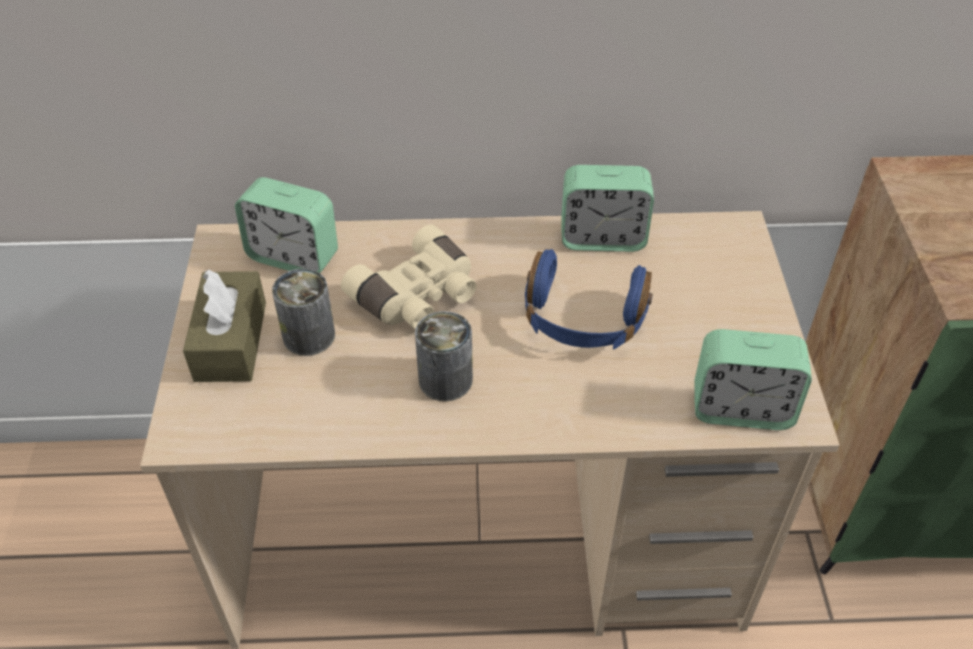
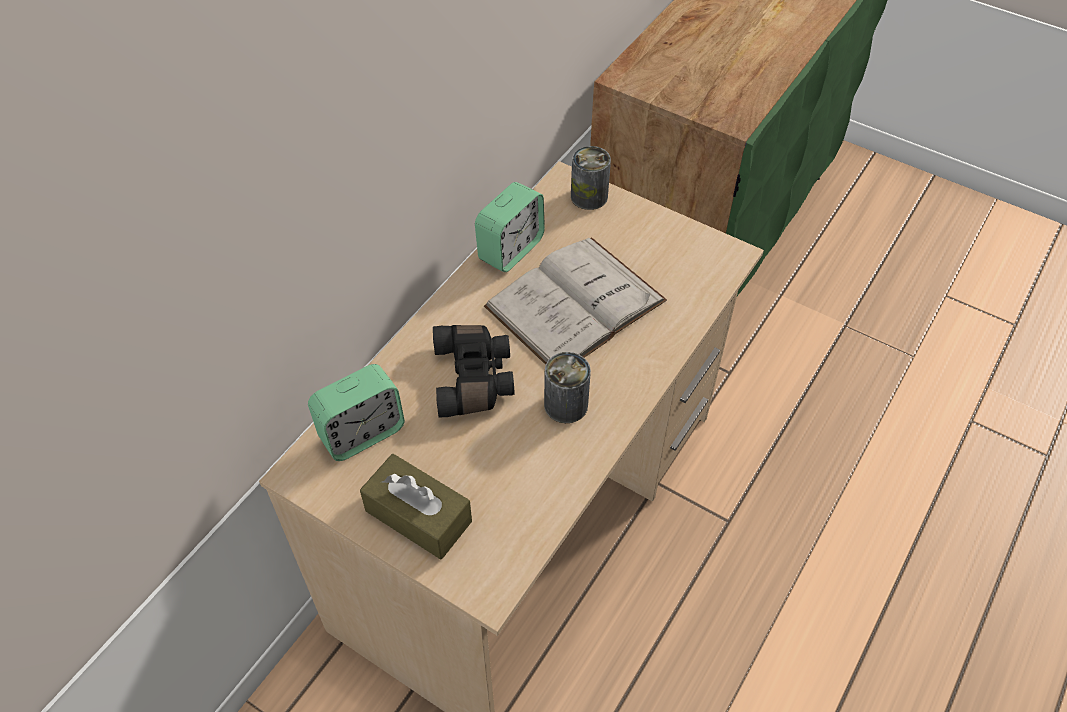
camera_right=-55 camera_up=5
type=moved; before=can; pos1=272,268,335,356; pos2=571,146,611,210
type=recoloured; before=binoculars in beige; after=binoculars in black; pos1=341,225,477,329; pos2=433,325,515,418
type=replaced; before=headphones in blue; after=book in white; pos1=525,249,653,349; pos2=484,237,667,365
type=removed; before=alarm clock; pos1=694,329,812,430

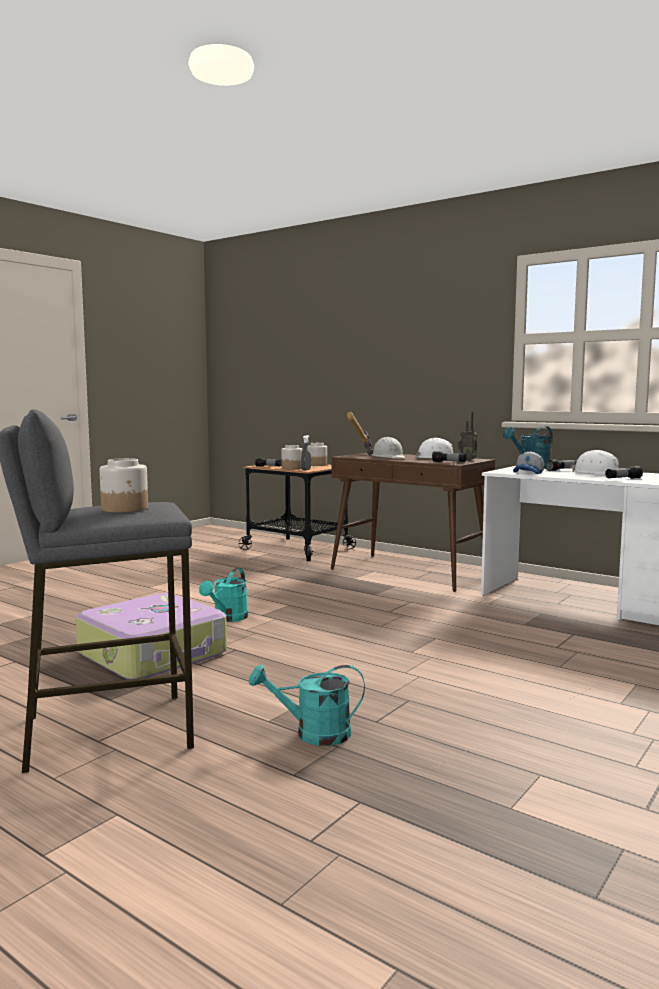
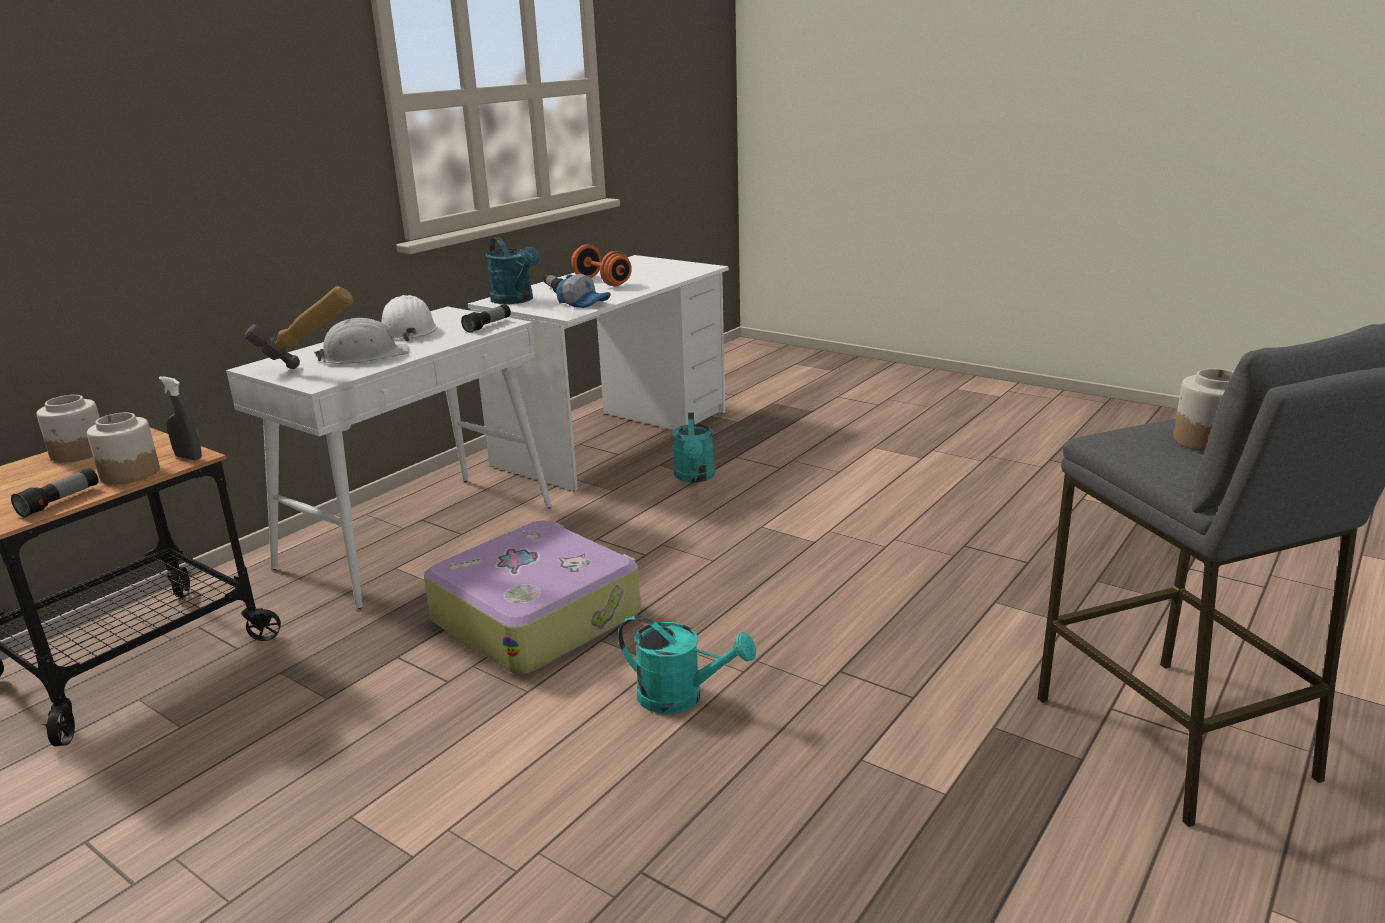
camera_right=-90 camera_up=15
type=moved; before=suitcase; pos1=75,593,227,680; pos2=424,521,641,675
type=moved; before=watering can in turquoise; pos1=249,665,365,746; pos2=673,413,715,482
type=recoloured; before=console table in brown; after=console table in white; pos1=331,453,495,592; pos2=226,306,552,609
type=removed; before=radio; pos1=458,412,477,461
type=replaced; before=hard hat in white; after=dumbbell in orange; pos1=570,450,619,474; pos2=571,244,632,286
type=removed; before=flashlight; pos1=605,466,643,479

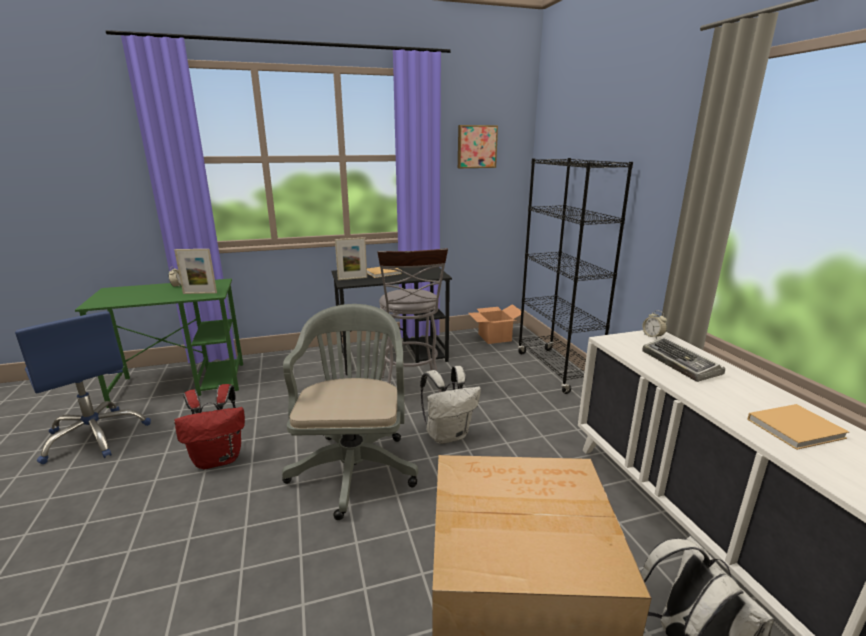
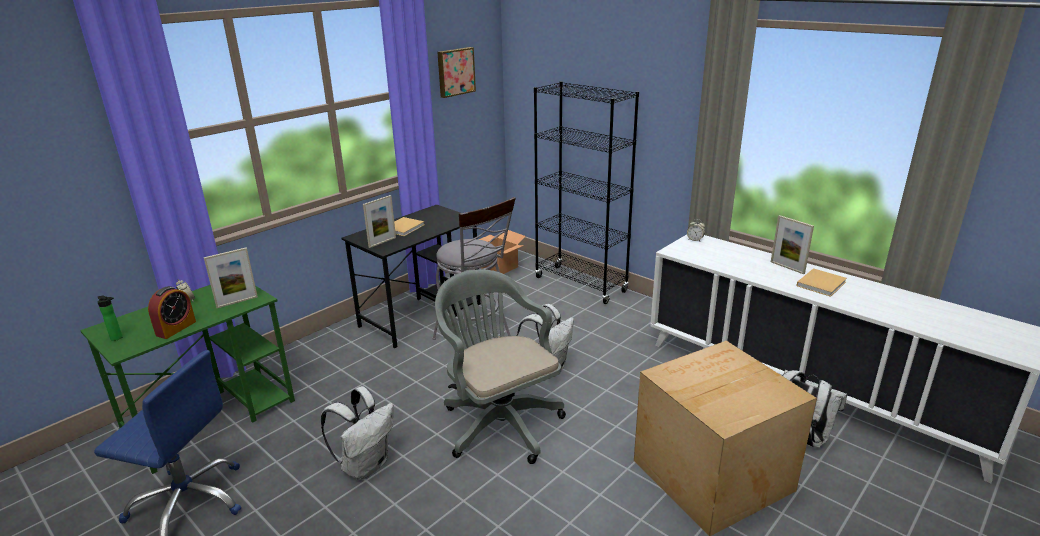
camera_right=-30 camera_up=5
type=recoloured; before=backpack in red; after=backpack in white; pos1=174,384,245,469; pos2=321,386,394,480
type=removed; before=keyboard; pos1=642,337,725,382
type=added; after=bottle; pos2=98,296,123,341
type=added; after=alarm clock; pos2=148,286,196,339
type=added; after=picture frame; pos2=771,215,814,274

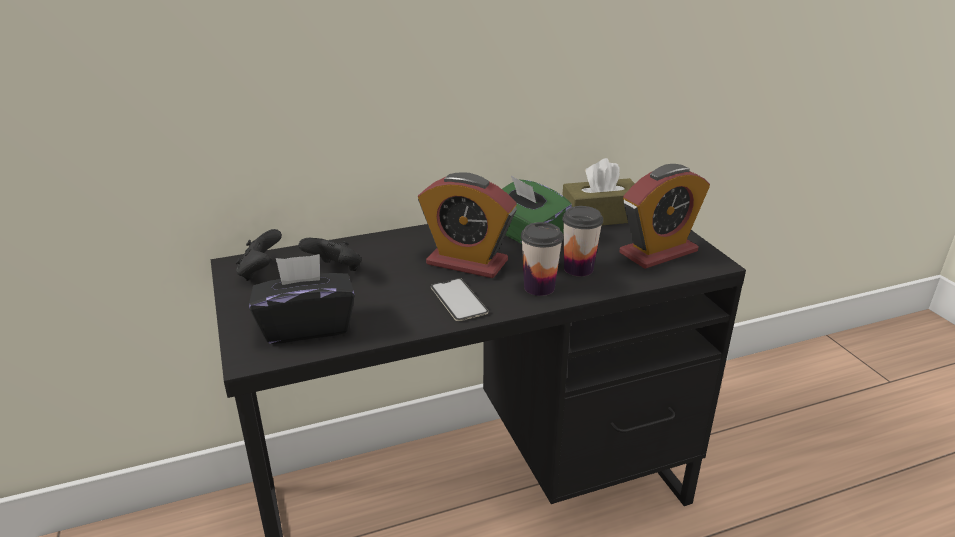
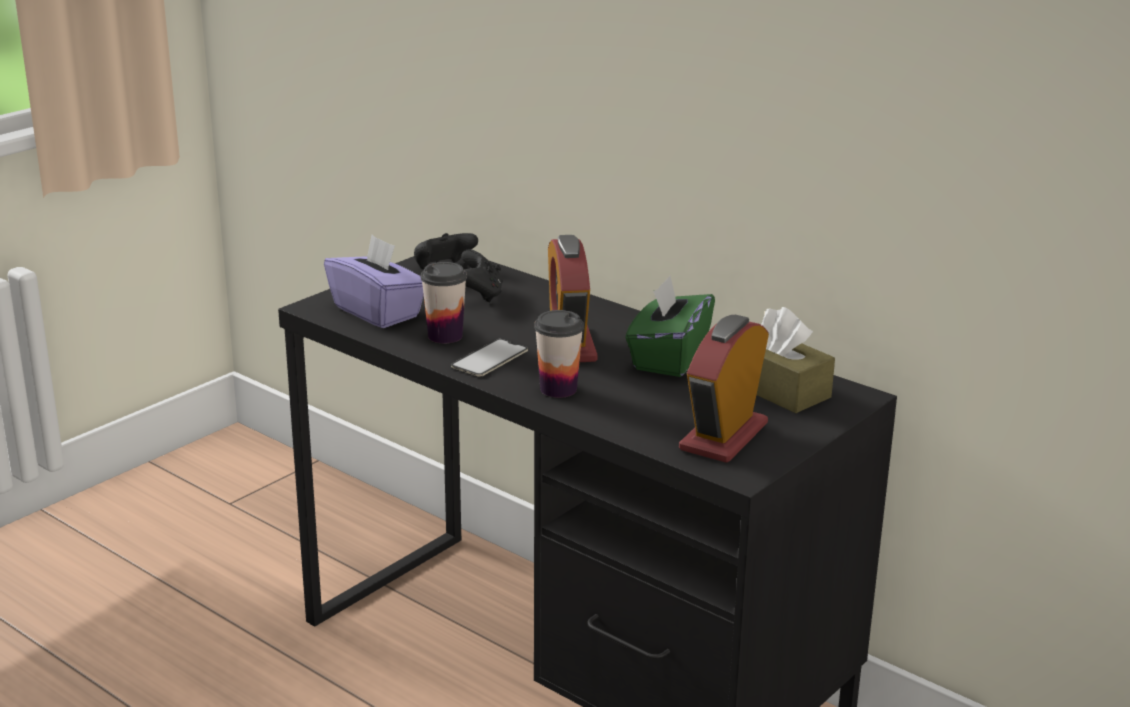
camera_right=60 camera_up=-5
type=recoloured; before=tissue box in black; after=tissue box in purple; pos1=249,254,355,344; pos2=324,235,424,328
type=moved; before=cup; pos1=562,206,603,276; pos2=421,262,467,343
type=turned; before=alarm clock; pos1=619,164,710,269; pos2=679,315,769,463; turn=90

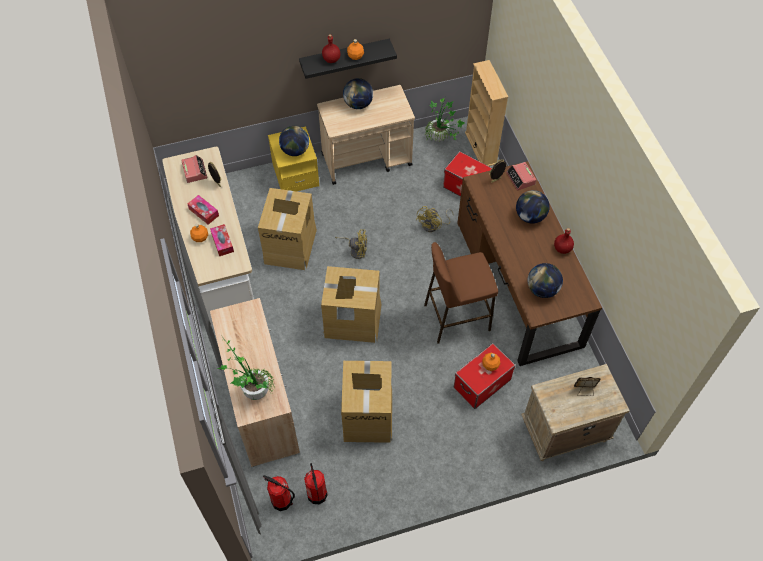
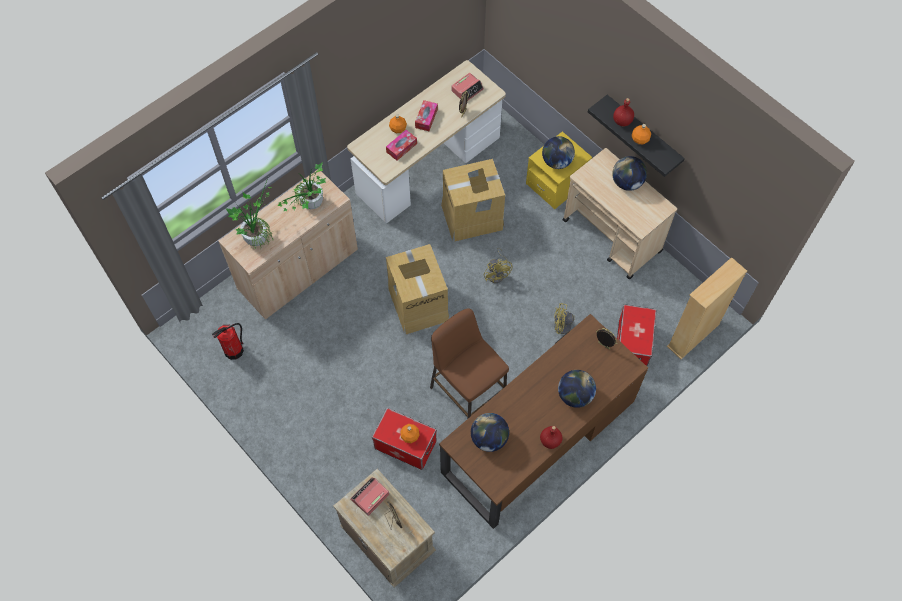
camera_right=65 camera_up=5
type=removed; before=fire extinguisher; pos1=263,475,295,511
type=removed; before=cardboard box; pos1=341,361,392,443
type=moved; before=potted plant; pos1=425,98,465,142; pos2=277,162,326,212
type=moved; before=alarm clock; pos1=506,162,536,191; pos2=351,477,389,516

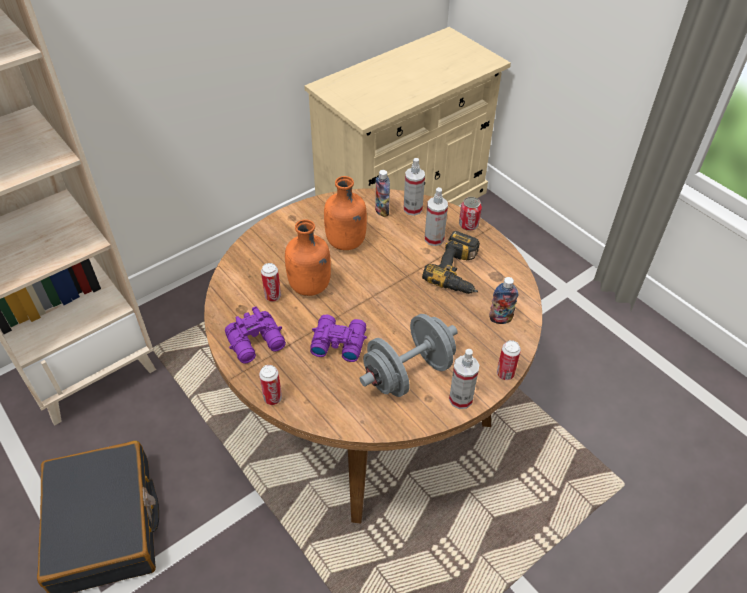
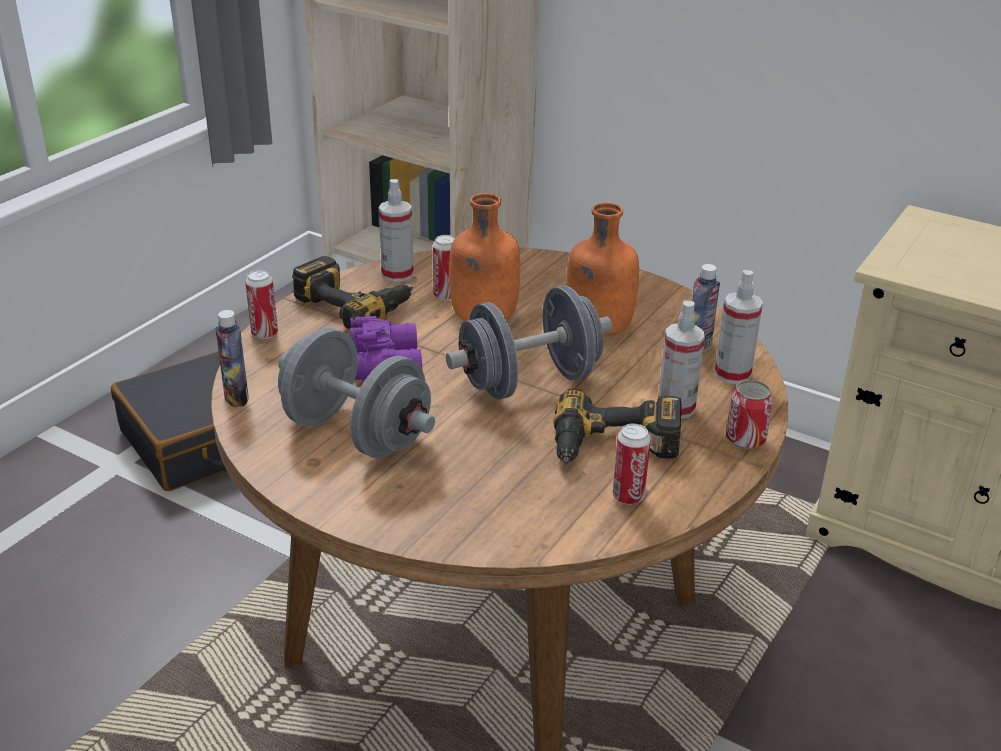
camera_right=70 camera_up=-15
type=replaced; before=binoculars in purple; after=power drill; pos1=225,306,286,363; pos2=292,256,413,330
type=moved; before=spray bottle; pos1=449,349,479,409; pos2=379,179,414,282
type=moved; before=bottle; pos1=489,277,518,324; pos2=215,310,249,408
type=moved; before=can; pos1=497,340,521,380; pos2=613,424,651,505
type=added; after=dumbbell in grey; pos2=446,286,612,399

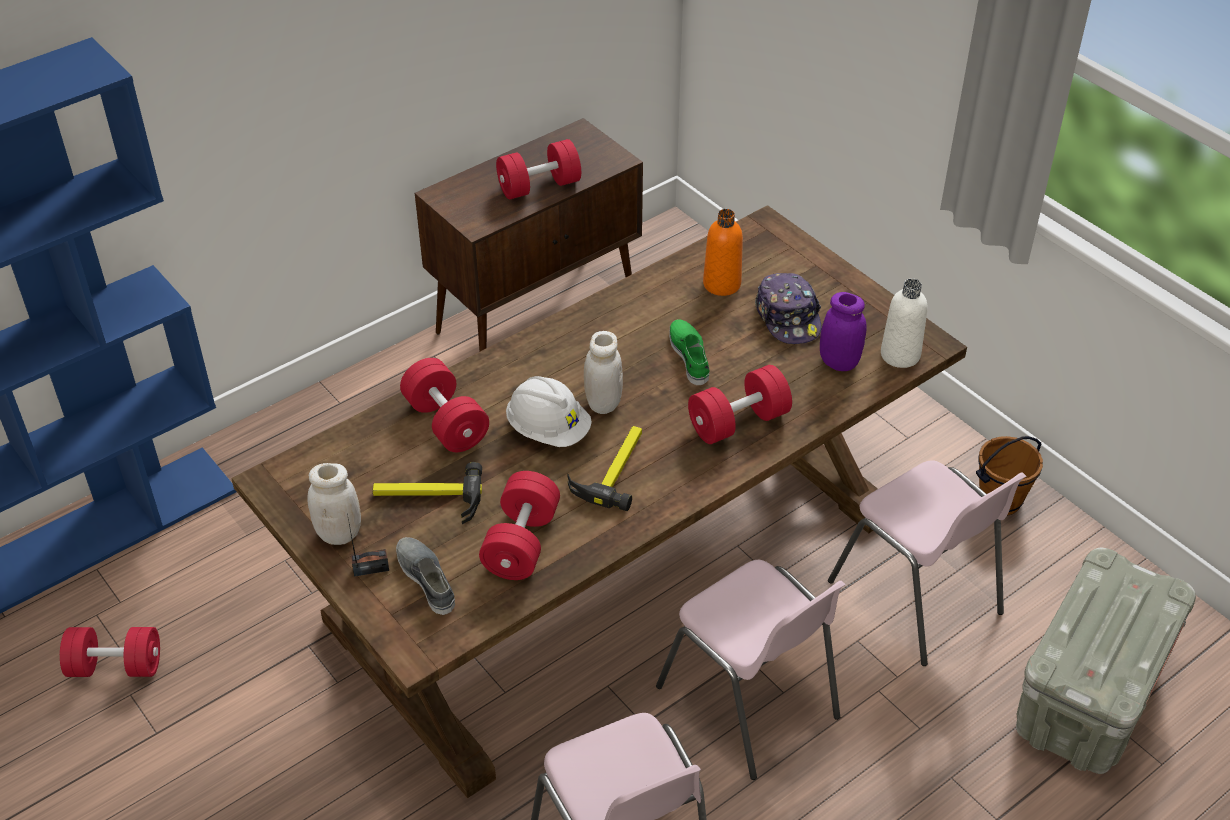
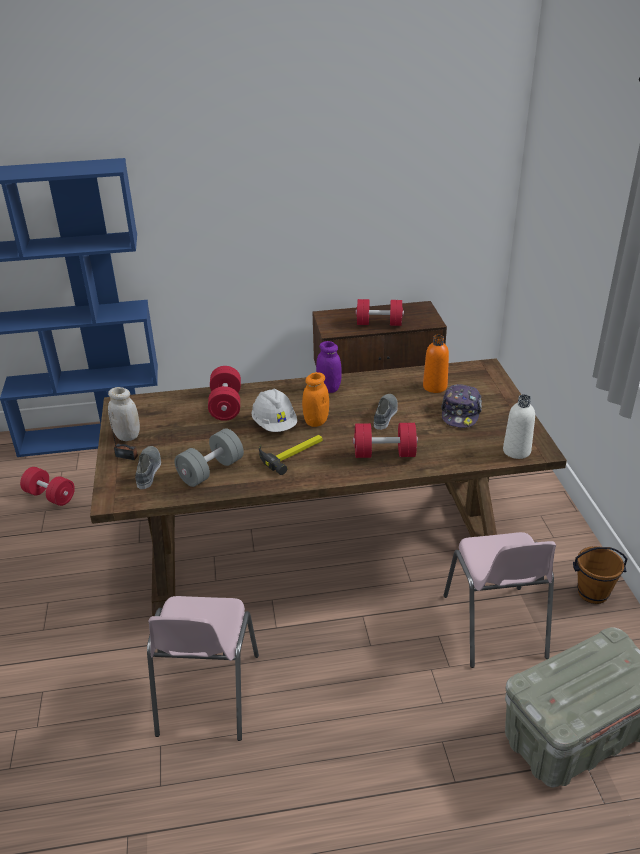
camera_right=30 camera_up=-10
type=removed; before=hammer; pos1=372,462,482,524
type=recoloured; before=dumbbell in red; after=dumbbell in grey; pos1=479,471,560,580; pos2=174,428,244,487
type=recoloured; before=jar in white; after=jar in orange; pos1=584,331,623,414; pos2=302,372,329,427
type=removed; before=chair in pink; pos1=656,560,845,780
type=recoloured; before=shoe in green; after=shoe in grey; pos1=669,320,709,385; pos2=374,394,398,430
type=moved; before=jar in purple; pos1=820,292,867,371; pos2=316,341,342,393

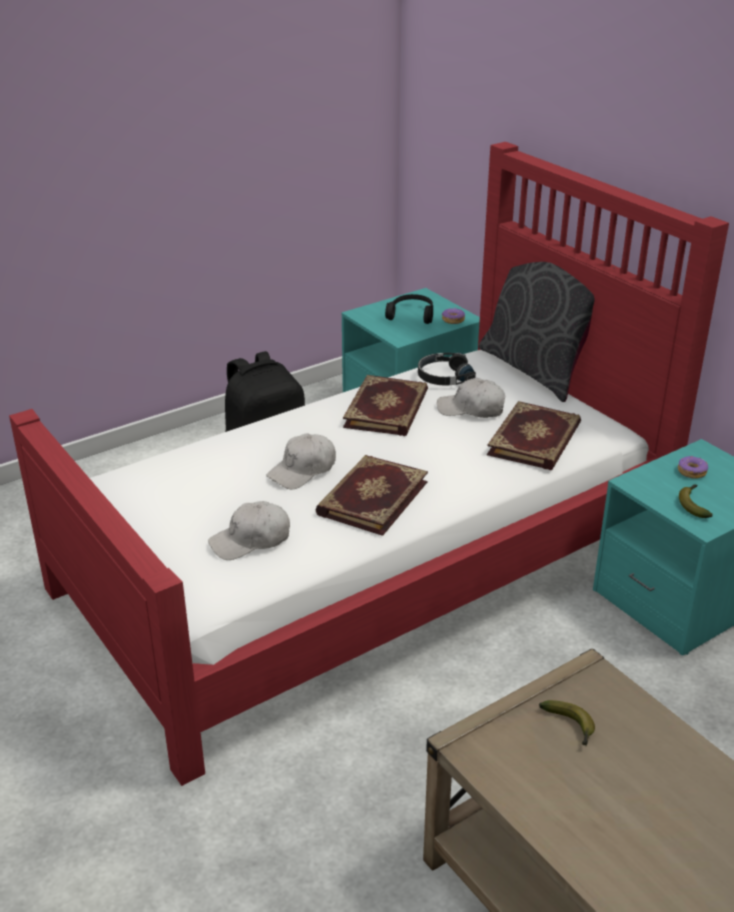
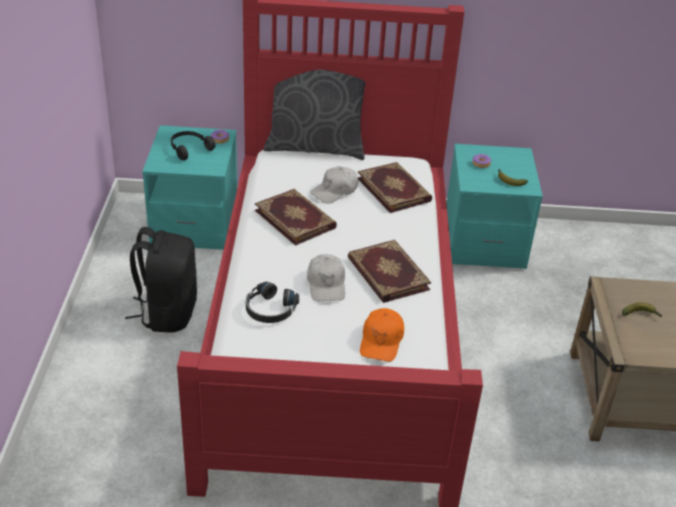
camera_right=-55 camera_up=5
type=recoloured; before=cap in white; after=cap in orange; pos1=208,501,290,560; pos2=360,308,404,362
type=moved; before=headphones in black; pos1=418,353,476,386; pos2=246,281,299,323

